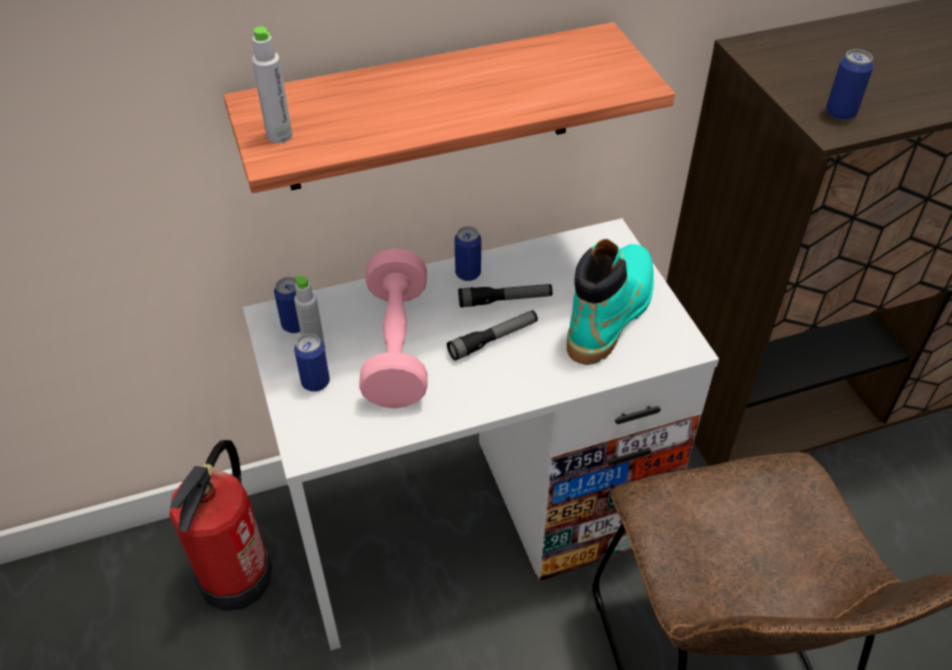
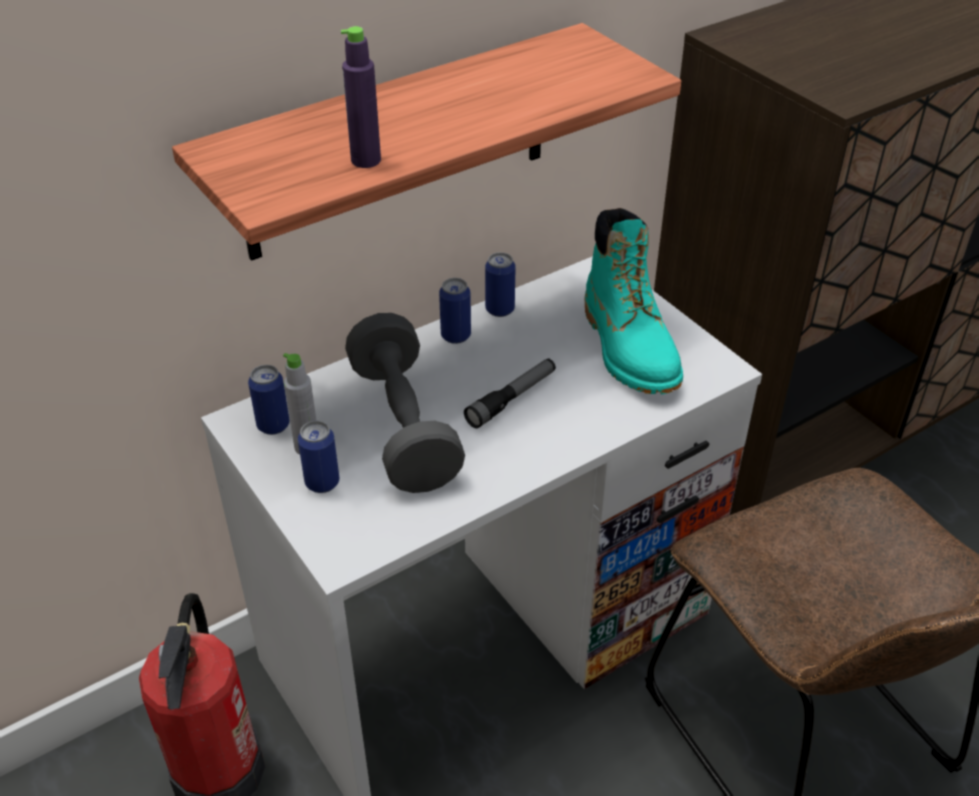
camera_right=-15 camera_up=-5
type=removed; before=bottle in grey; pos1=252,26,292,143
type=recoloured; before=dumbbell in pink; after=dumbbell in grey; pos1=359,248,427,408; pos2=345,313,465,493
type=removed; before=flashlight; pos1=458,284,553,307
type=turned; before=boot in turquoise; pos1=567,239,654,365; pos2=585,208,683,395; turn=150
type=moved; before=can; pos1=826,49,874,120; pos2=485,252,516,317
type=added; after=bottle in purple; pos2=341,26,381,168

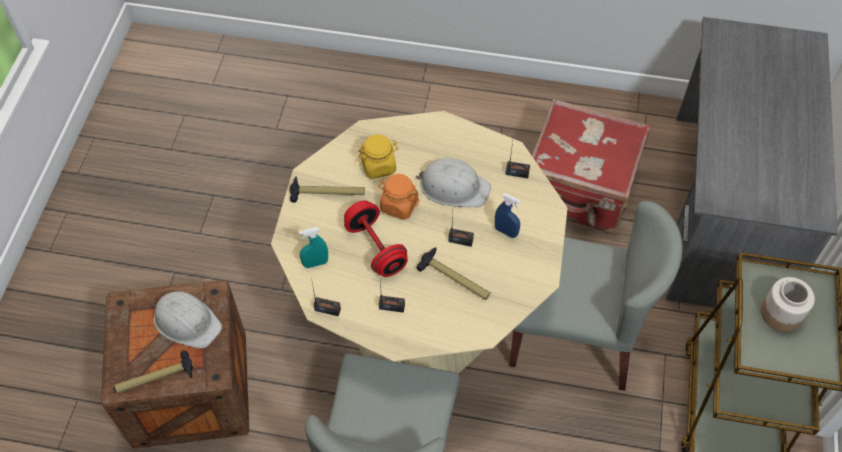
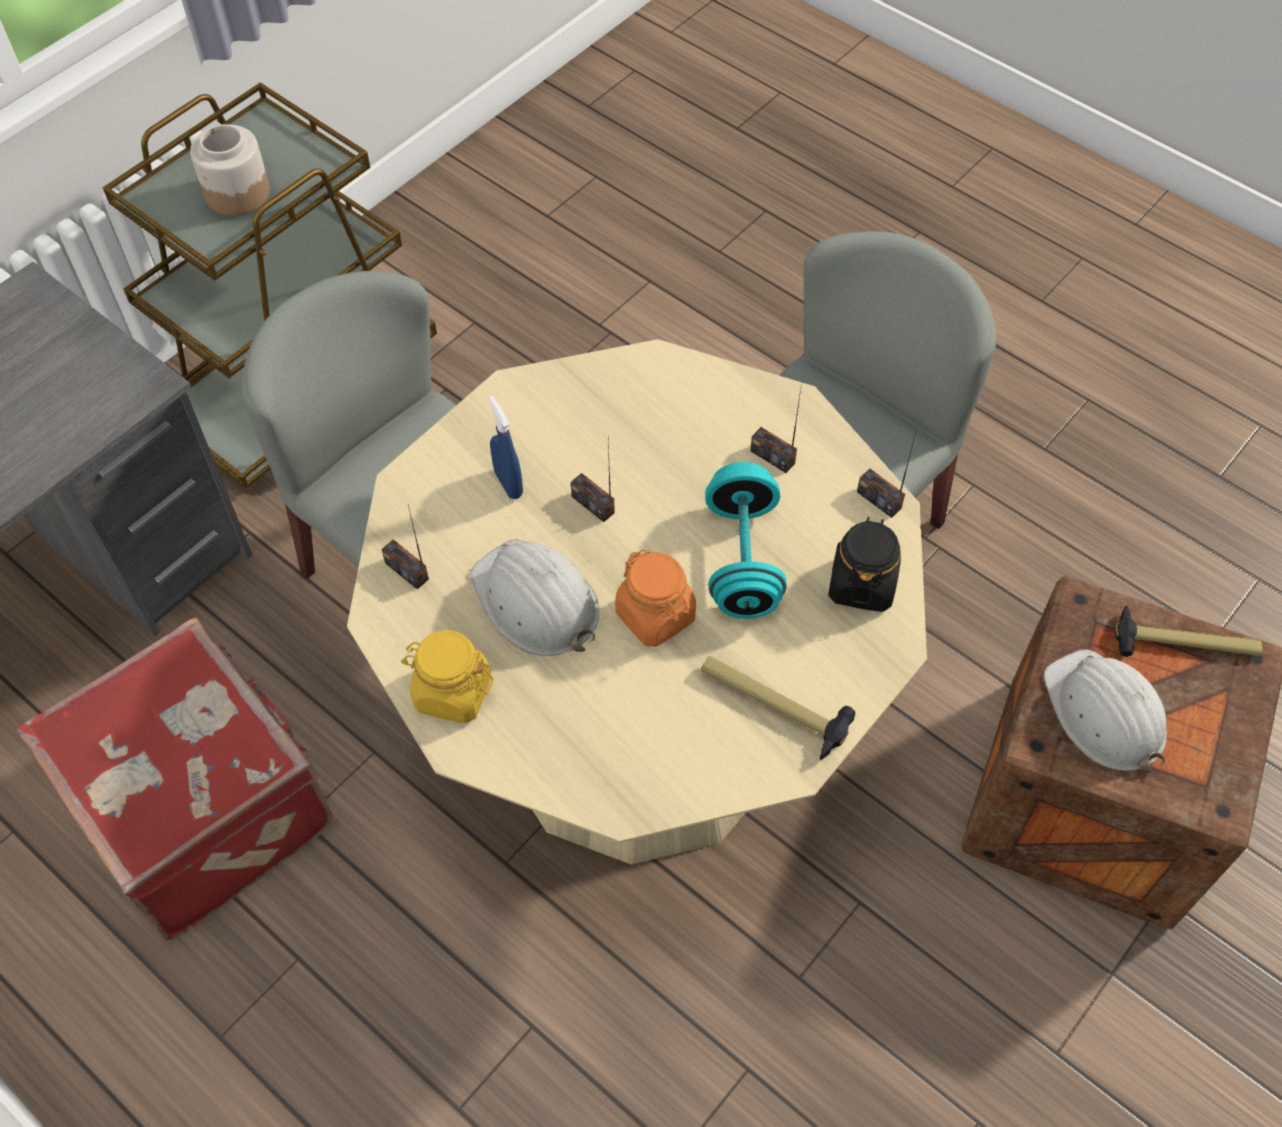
camera_right=-150 camera_up=0
type=replaced; before=spray bottle in turquoise; after=jar in black; pos1=299,228,328,268; pos2=828,517,901,612
type=recoloured; before=dumbbell in red; after=dumbbell in turquoise; pos1=344,200,408,277; pos2=705,462,787,619
type=moved; before=jar in yellow; pos1=358,134,399,179; pos2=401,630,494,724
type=removed; before=hammer; pos1=416,247,490,300

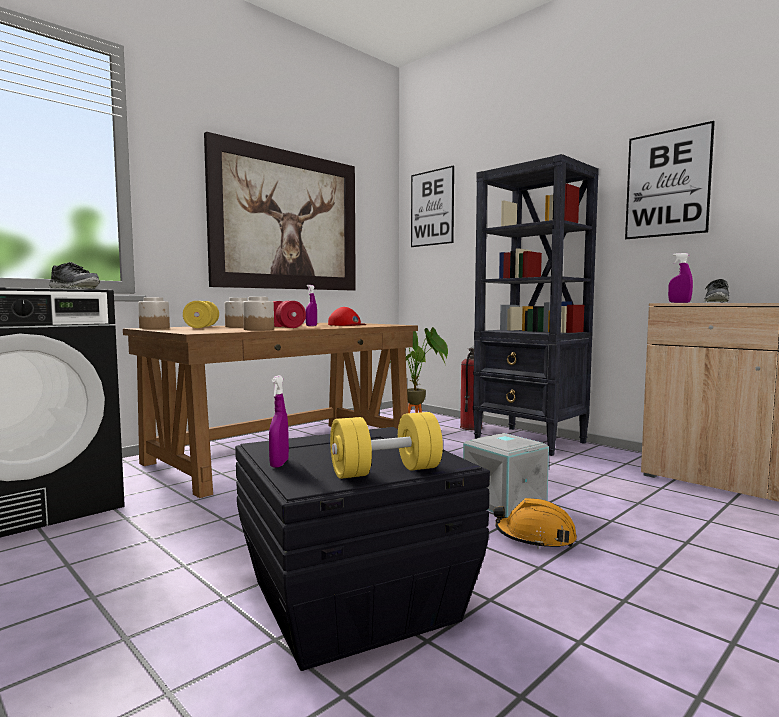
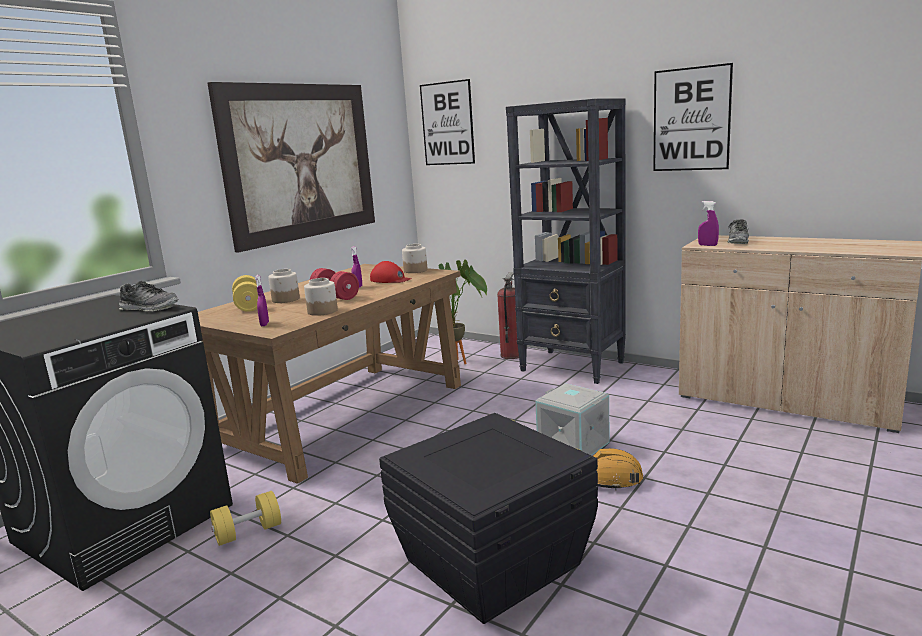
camera_right=-10 camera_up=10
type=moved; before=jar; pos1=138,297,170,329; pos2=402,244,427,273
type=moved; before=spray bottle in purple; pos1=269,375,289,468; pos2=255,275,269,326
type=moved; before=dumbbell in yellow; pos1=330,412,443,479; pos2=210,491,281,546

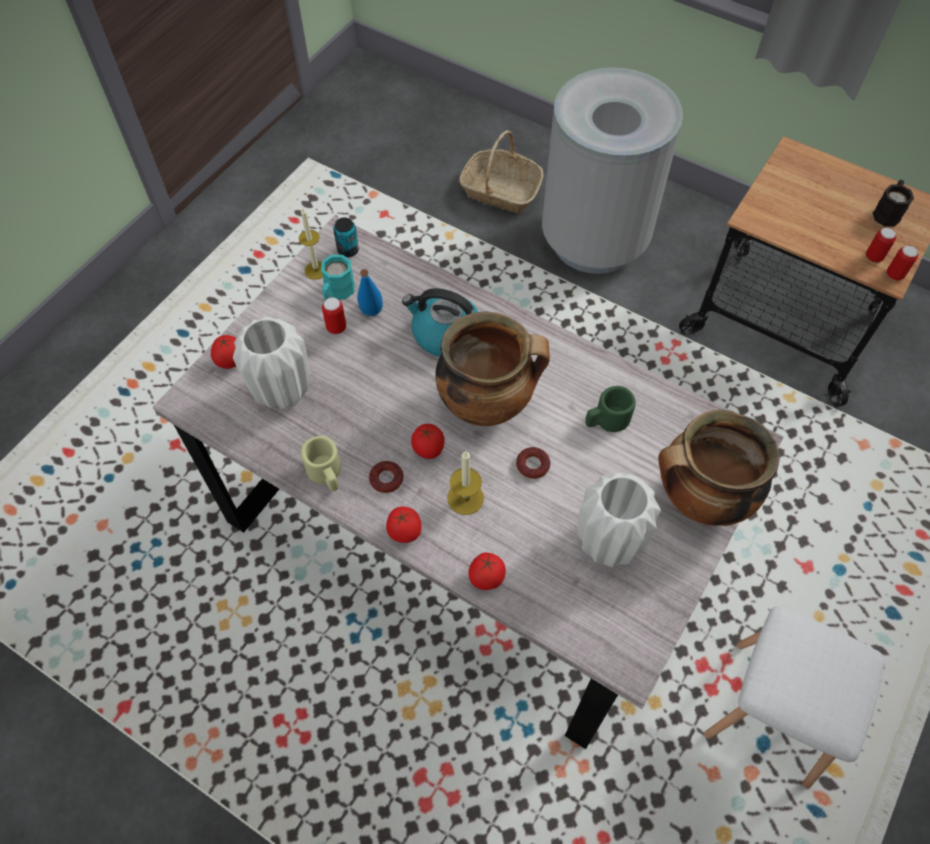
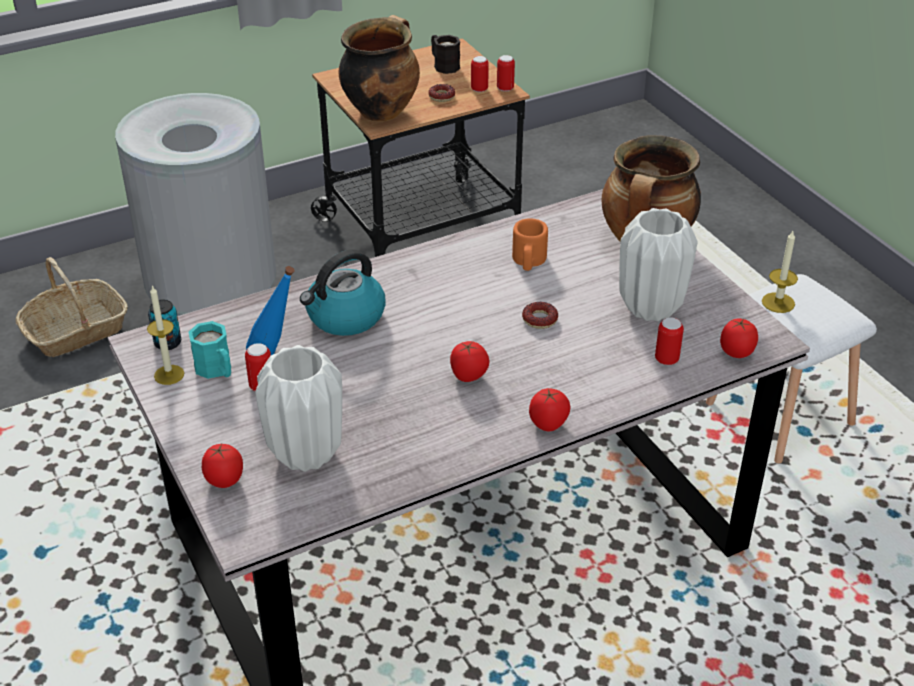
camera_right=-60 camera_up=-20
type=removed; before=mug in beige; pos1=301,436,341,491
type=moved; before=donut; pos1=369,461,404,493; pos2=428,84,455,102
type=moved; before=cooking pot; pos1=435,312,550,426; pos2=338,15,420,122
type=moved; before=candle; pos1=447,450,484,515; pos2=762,231,798,313
type=moved; before=tomato; pos1=468,553,506,590; pos2=720,318,758,358
type=recoloured; before=mug in green; after=mug in orange; pos1=585,386,636,432; pos2=512,218,548,271
type=added; after=can; pos2=655,317,684,365

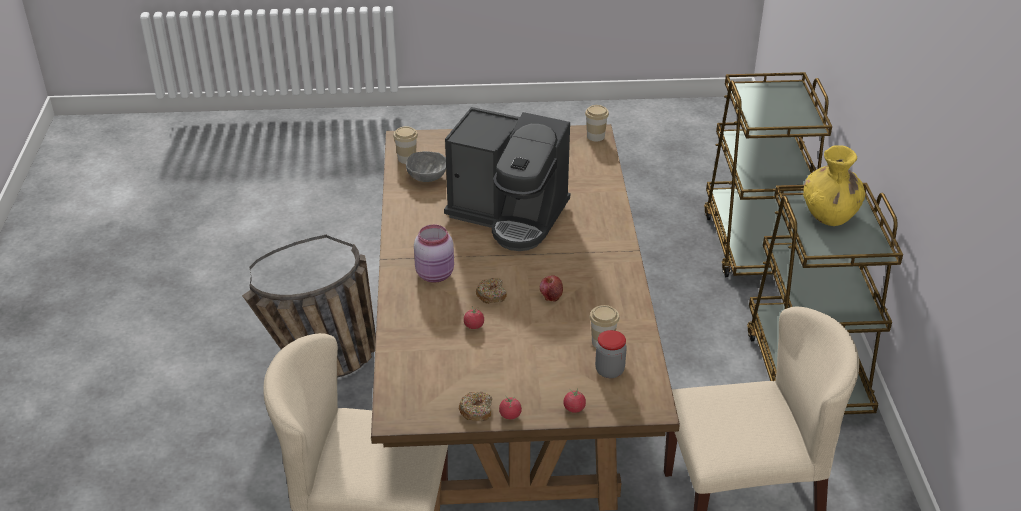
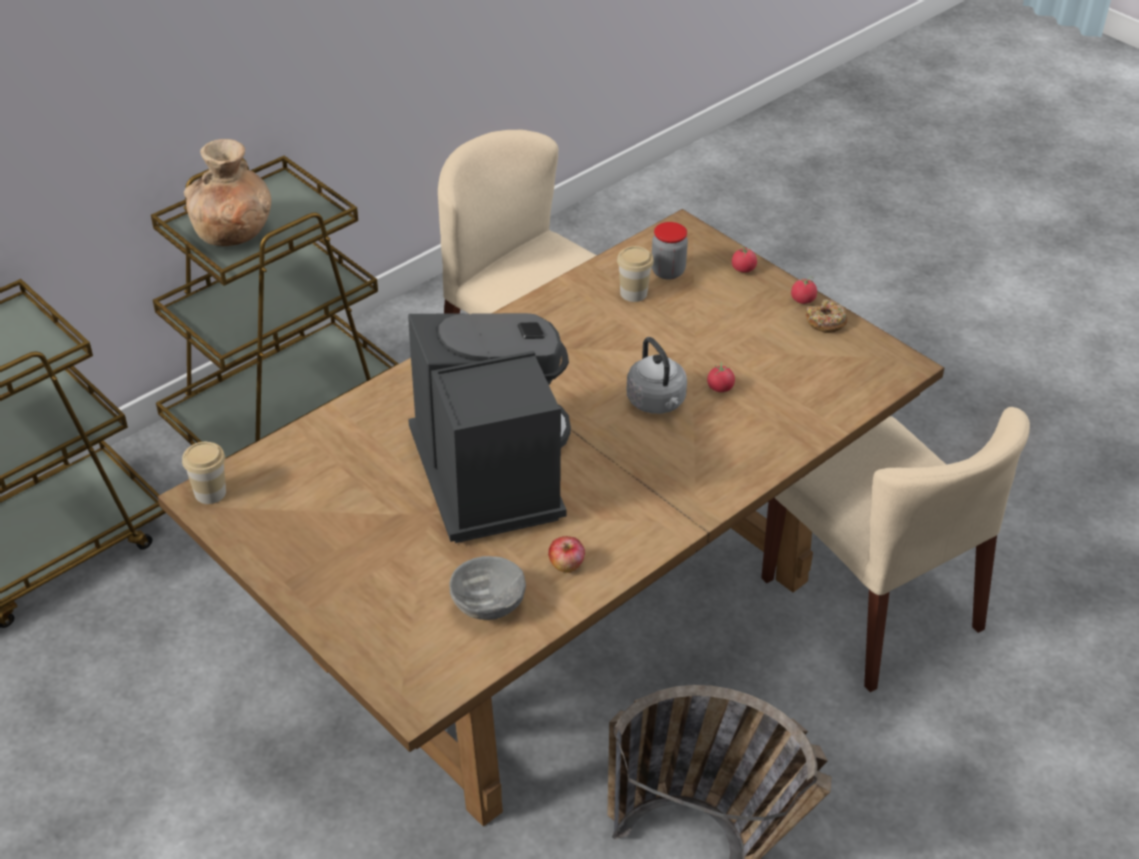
camera_right=-130 camera_up=5
type=removed; before=cup; pos1=393,126,418,164
type=removed; before=jar in pink; pos1=414,224,454,283
type=replaced; before=donut; after=kettle in grey; pos1=476,278,507,304; pos2=626,337,687,414
type=moved; before=apple; pos1=540,275,563,302; pos2=548,536,585,573
type=recoloured; before=vase in yellow; after=vase in brown; pos1=803,145,865,226; pos2=184,139,271,246

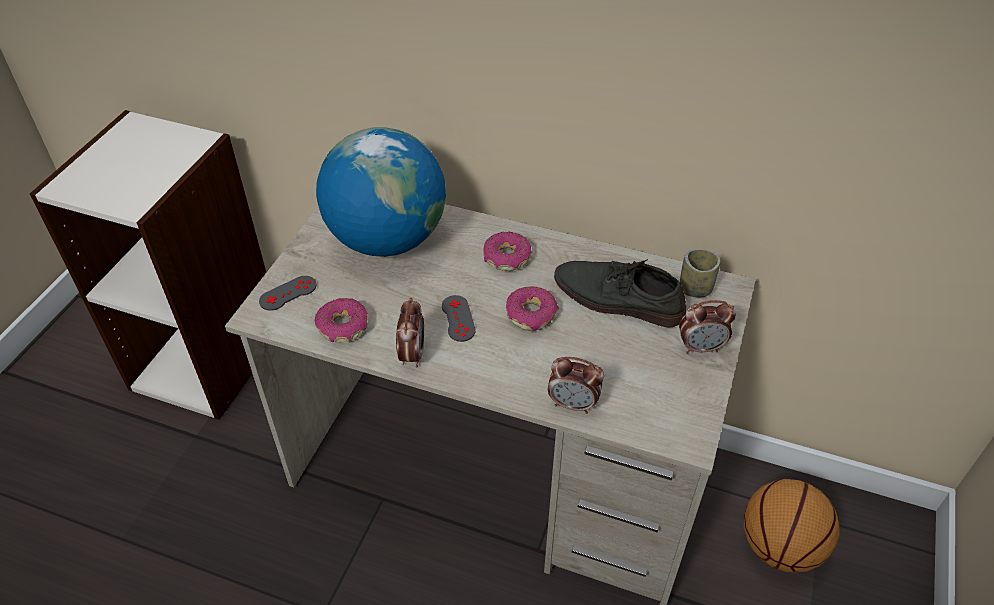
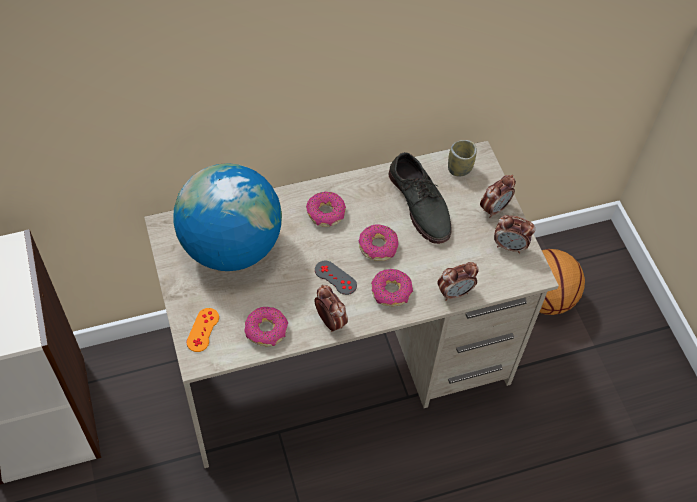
camera_right=-40 camera_up=10
type=recoloured; before=game controller in grey; after=game controller in orange; pos1=259,276,317,311; pos2=187,308,219,352
type=turned; before=shoe in grey; pos1=554,259,686,328; pos2=389,152,452,244; turn=-105
type=added; after=donut; pos2=371,269,413,307
type=added; after=alarm clock; pos2=494,215,535,254

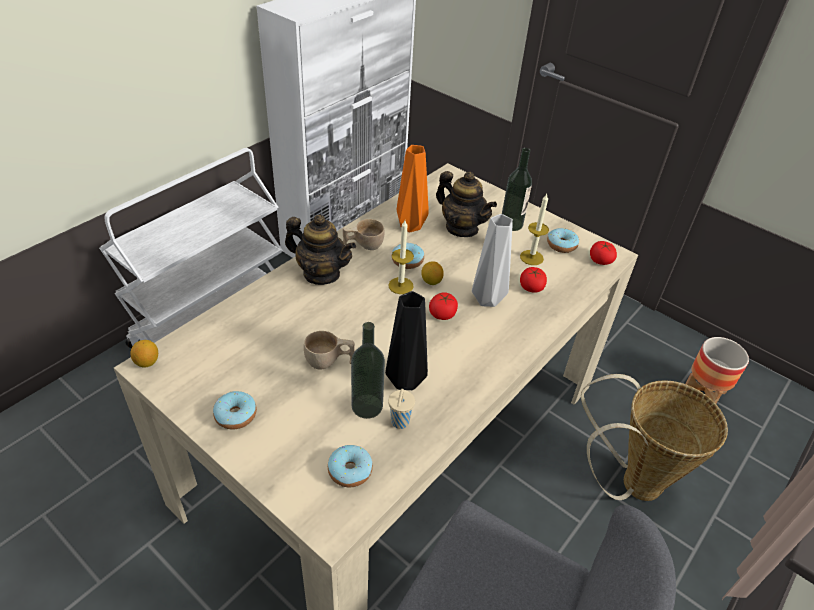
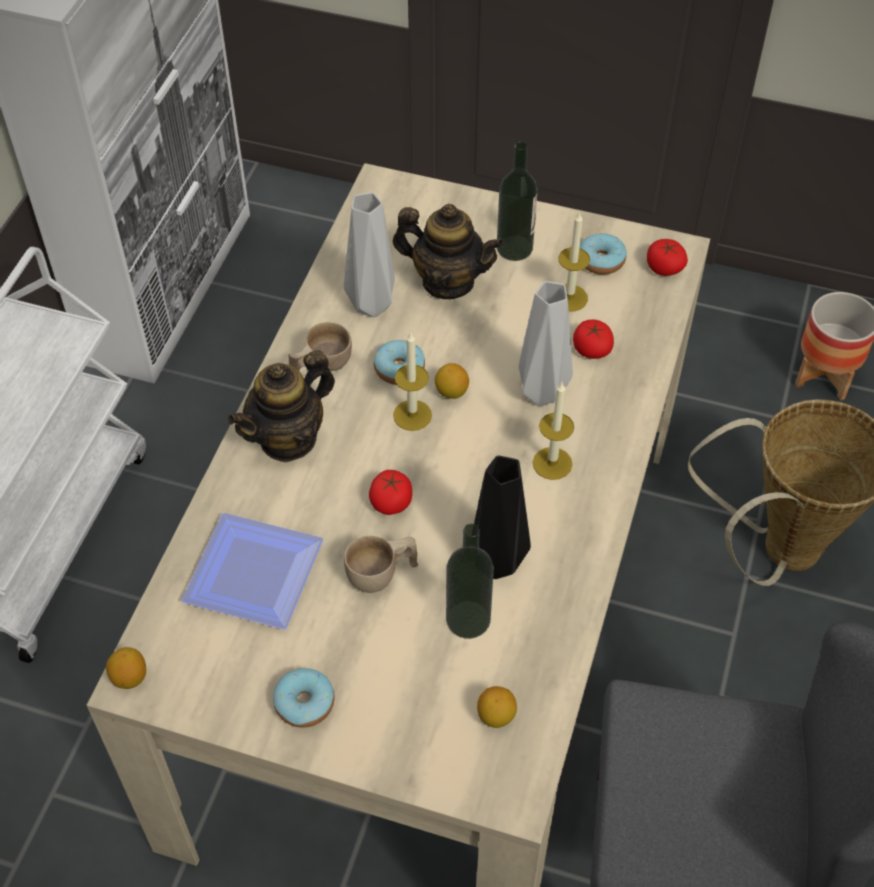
camera_right=-20 camera_up=10
type=turned; before=teapot; pos1=285,215,356,285; pos2=227,350,335,463; turn=135
type=replaced; before=donut; after=lemon; pos1=328,445,373,487; pos2=477,686,517,728
type=removed; before=cup in beige; pos1=388,389,415,429
type=recoloured; before=vase in orange; after=vase in grey; pos1=397,145,429,232; pos2=344,192,395,317
type=moved; before=tomato; pos1=429,292,458,320; pos2=369,470,412,515
type=added; after=plate; pos2=181,513,323,630
type=added; after=candle; pos2=533,382,574,480

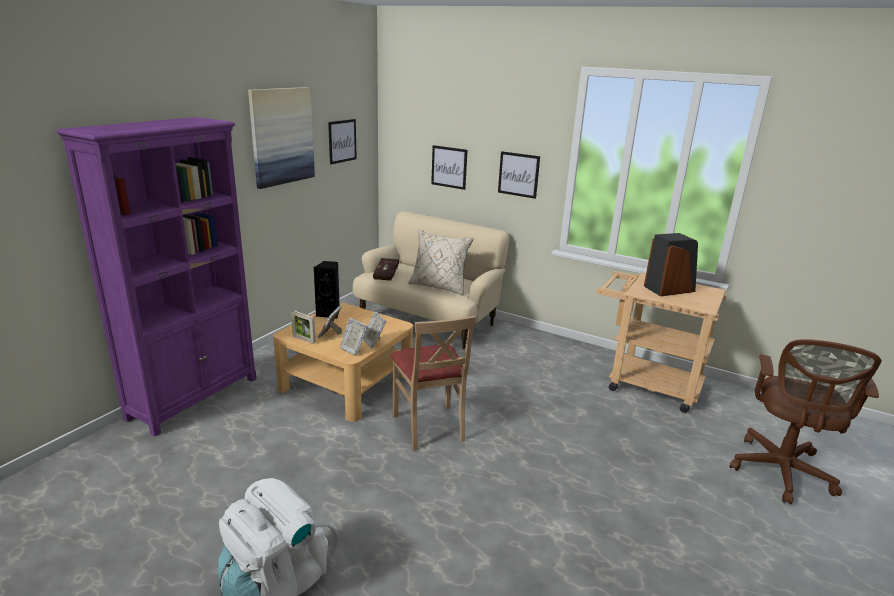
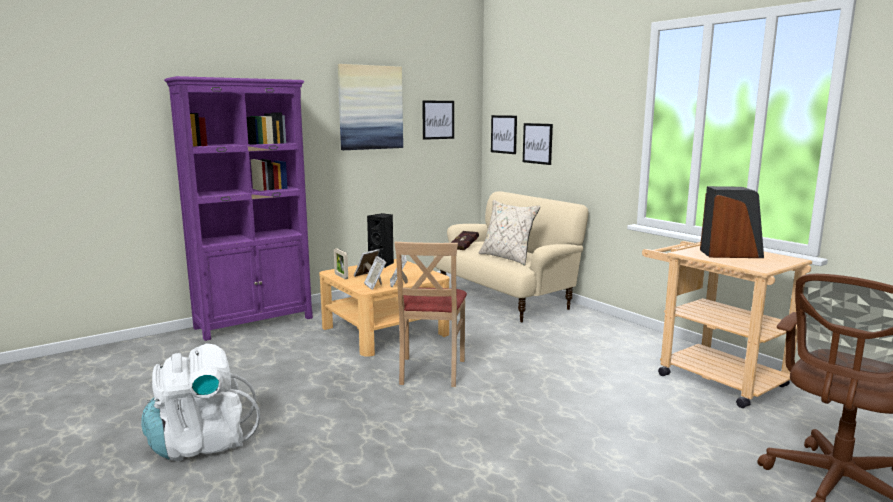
camera_right=25 camera_up=-10
type=moved; before=picture; pos1=498,151,540,199; pos2=491,115,517,154

